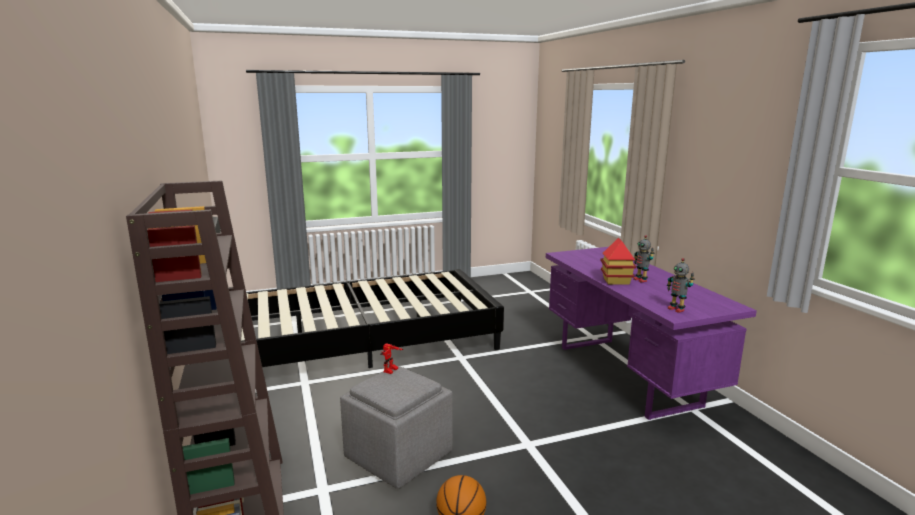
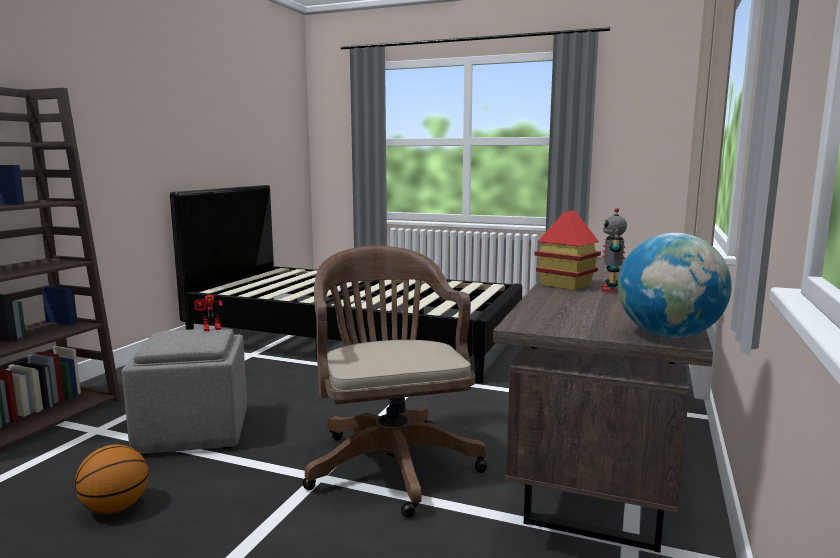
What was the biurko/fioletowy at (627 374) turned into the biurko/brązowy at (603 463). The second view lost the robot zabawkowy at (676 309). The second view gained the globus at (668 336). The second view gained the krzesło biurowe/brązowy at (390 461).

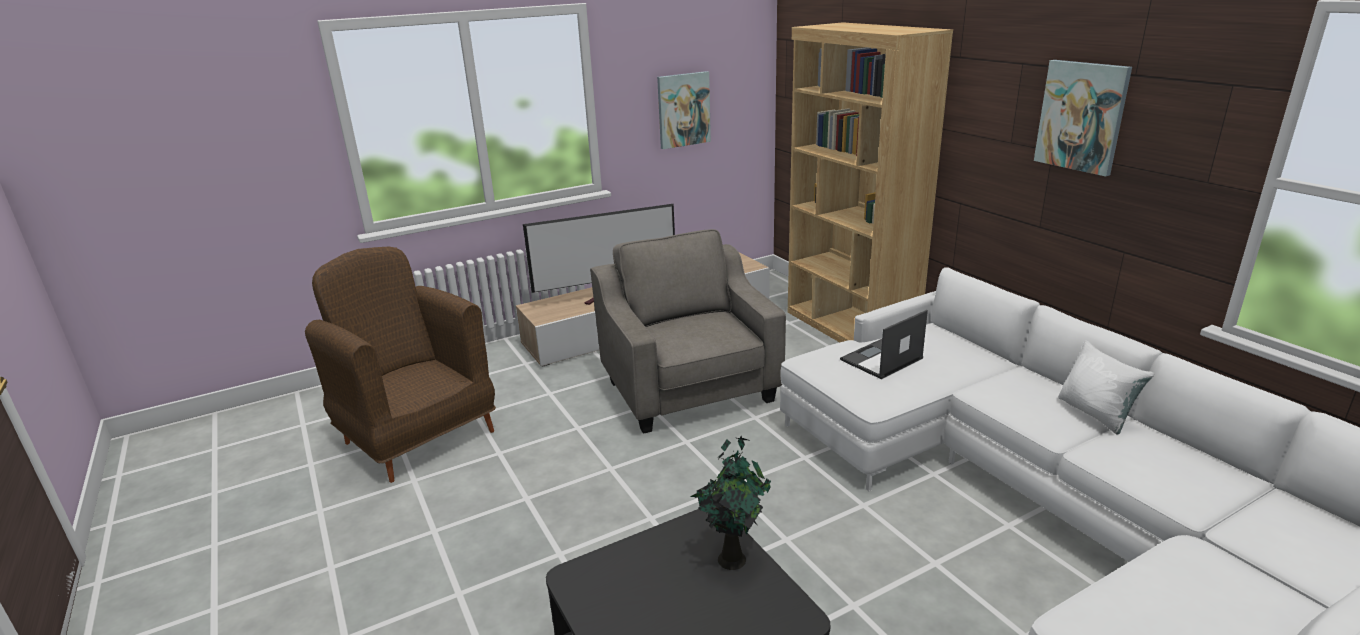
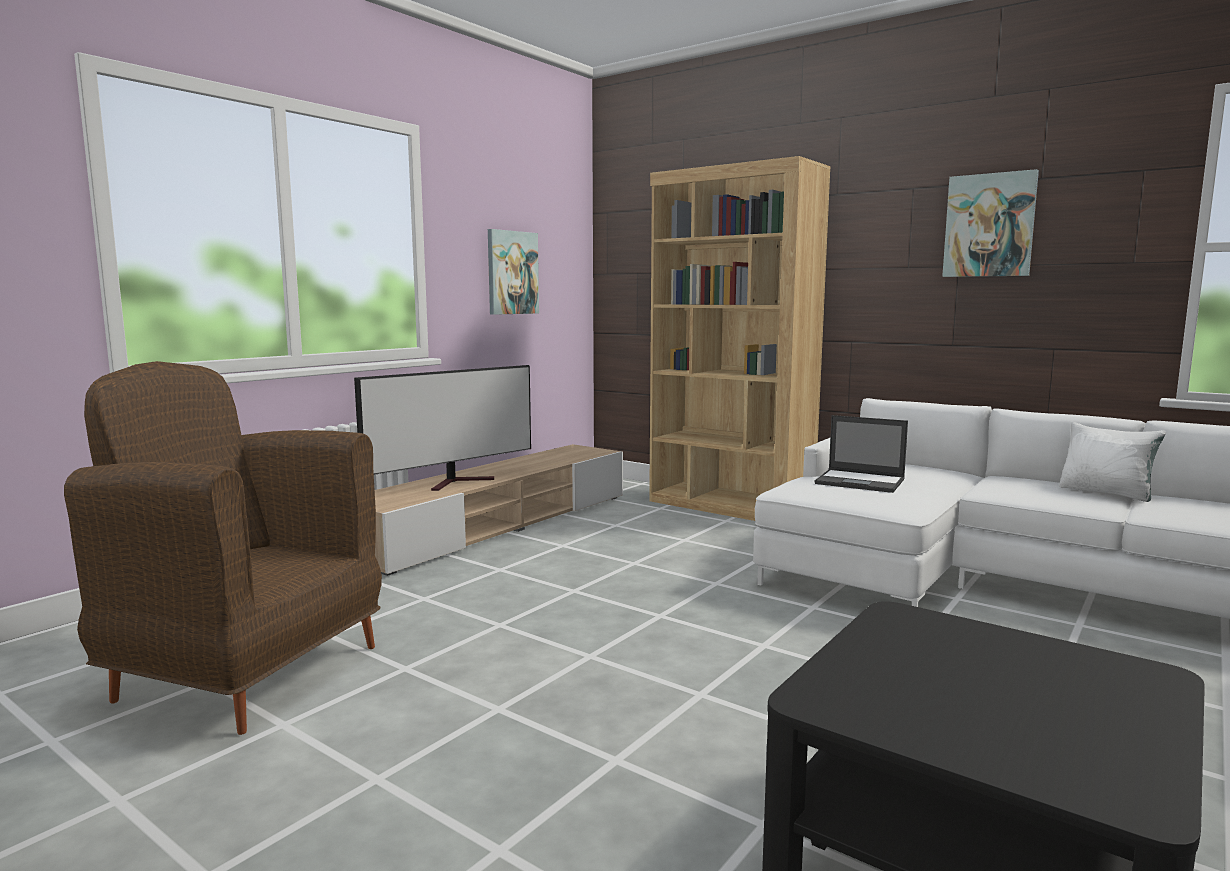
The second view lost the fotel/szary at (690 390). The laptop at (881 359) ended up facing another way, 90 degrees counterclockwise from before. The second view lost the roślina doniczkowa at (732 557).

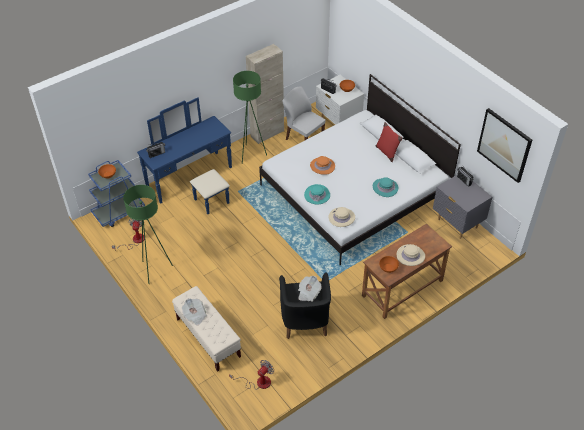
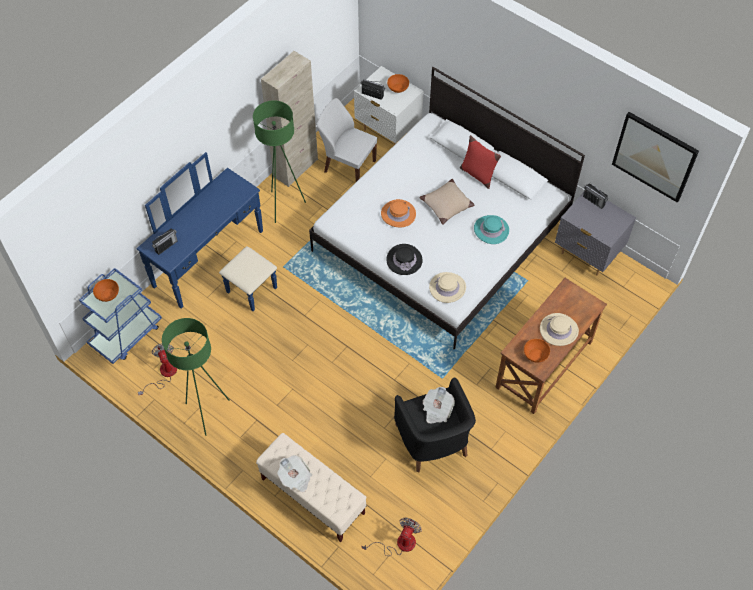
What was the kapelusz/turkusowy at (317 195) turned into the kapelusz/czarny at (404 260). The second view gained the poduszka/beżowy at (447 205).

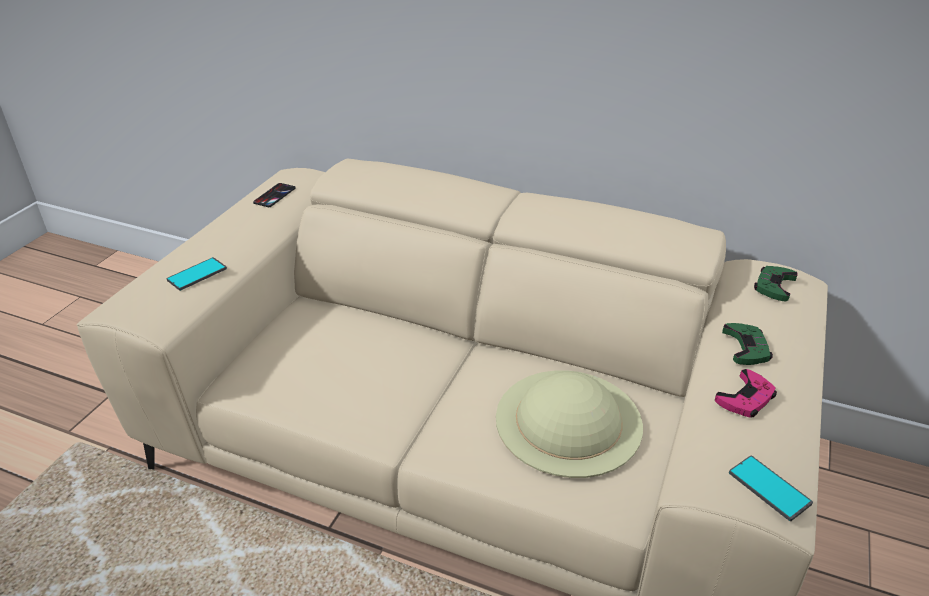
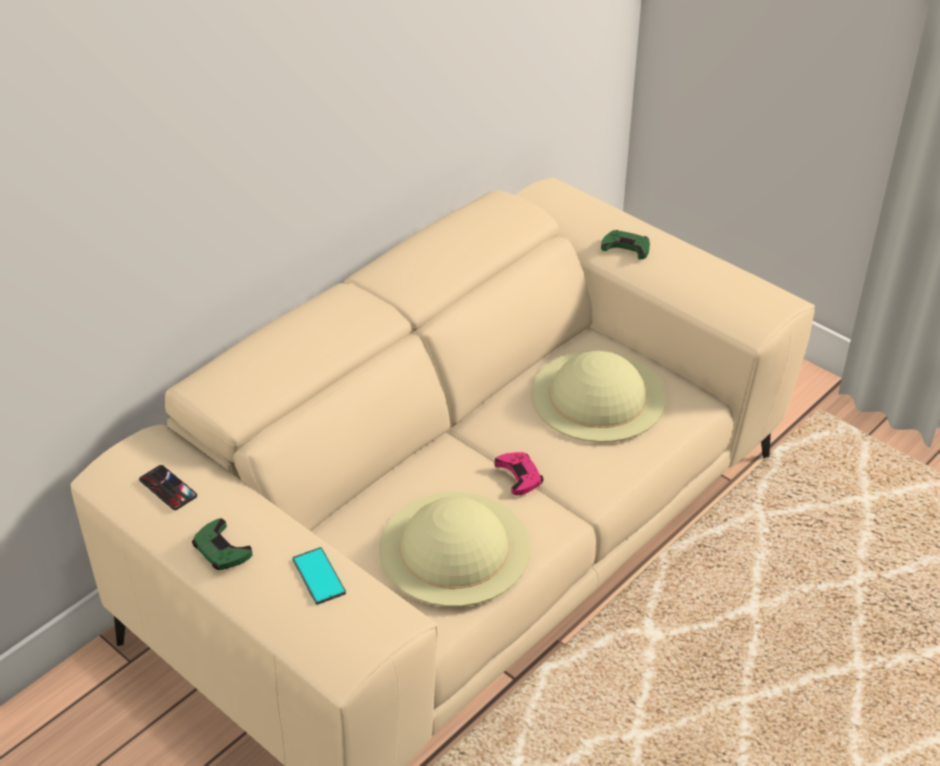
The pad do gier/zielony ended up elsewhere, having gone from (774 286) to (221 550). The pad do gier/różowy ended up elsewhere, having gone from (745 398) to (519 476). The second view lost the telefon at (769 488). The second view gained the kapelusz/beżowy at (454 548).

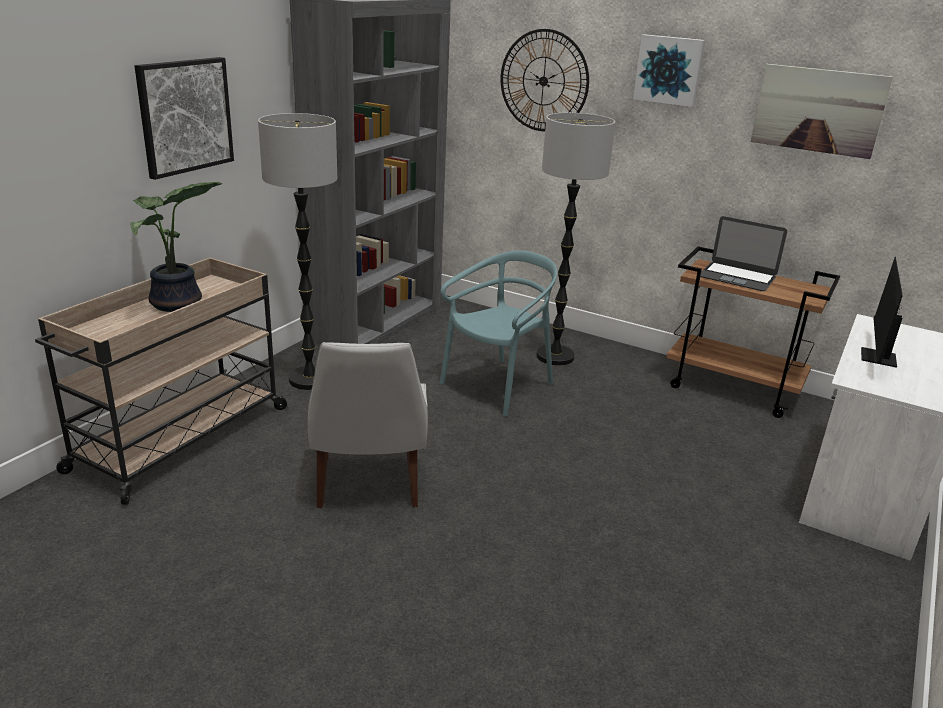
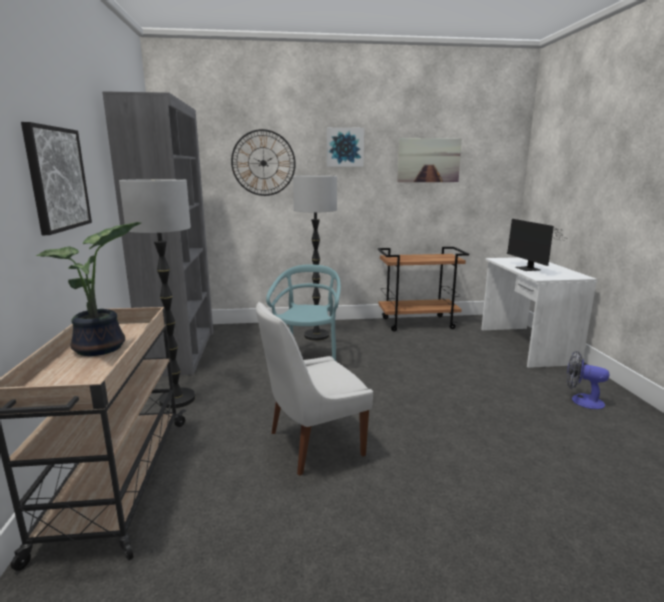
The second view lost the laptop at (737 277). The krzesło/biały at (368 484) ended up facing another way, 105 degrees clockwise from before. The second view gained the wentylator at (581 400).

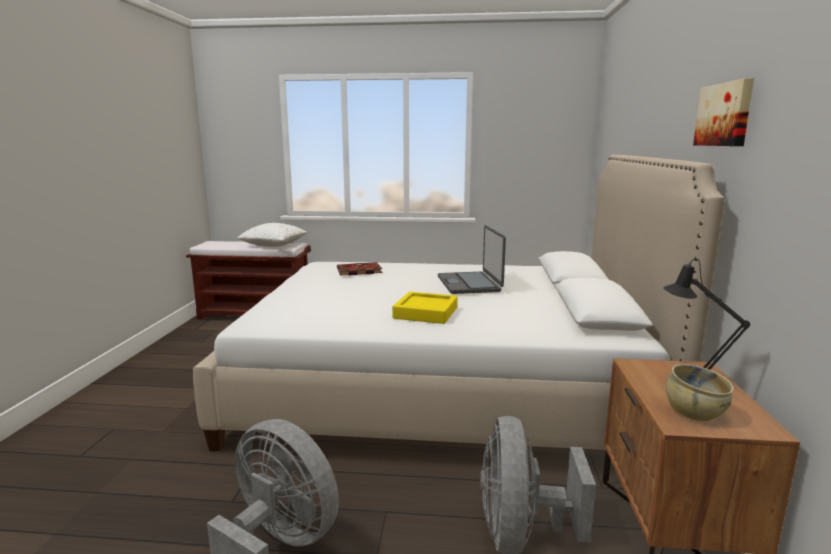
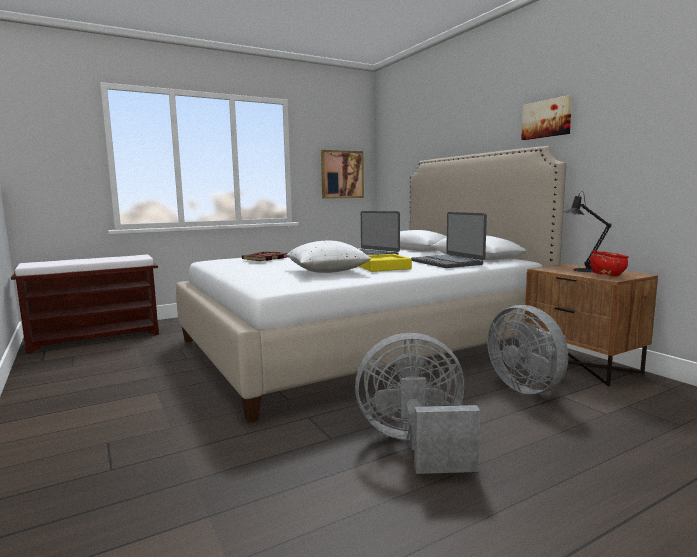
The poduszka/biały ended up elsewhere, having gone from (273 245) to (327 271). What was the miska/beżowy at (694 412) turned into the miska/czerwony at (607 275). The second view gained the obraz at (342 174). The second view gained the laptop at (447 262).

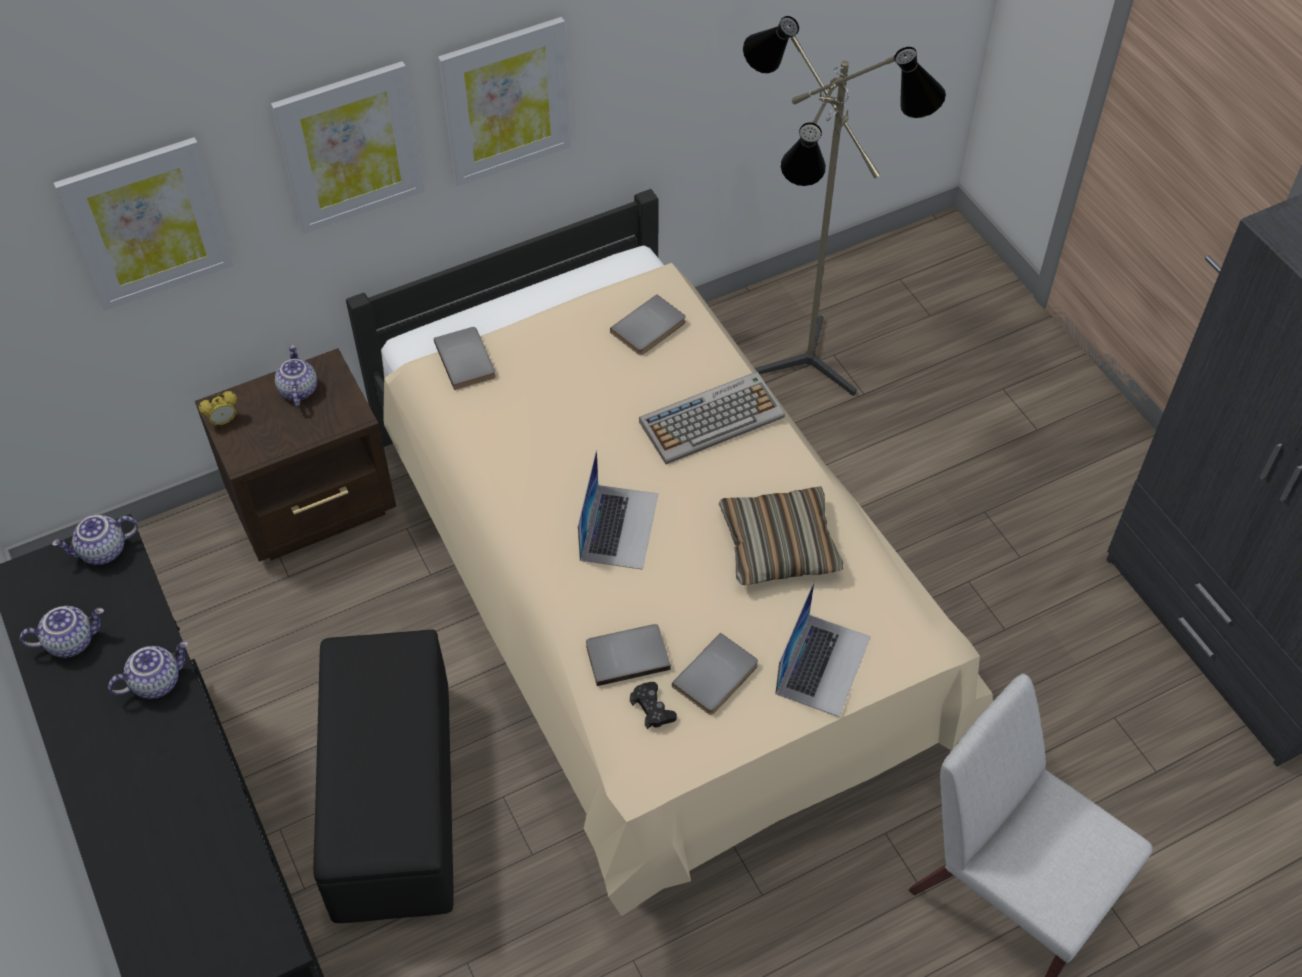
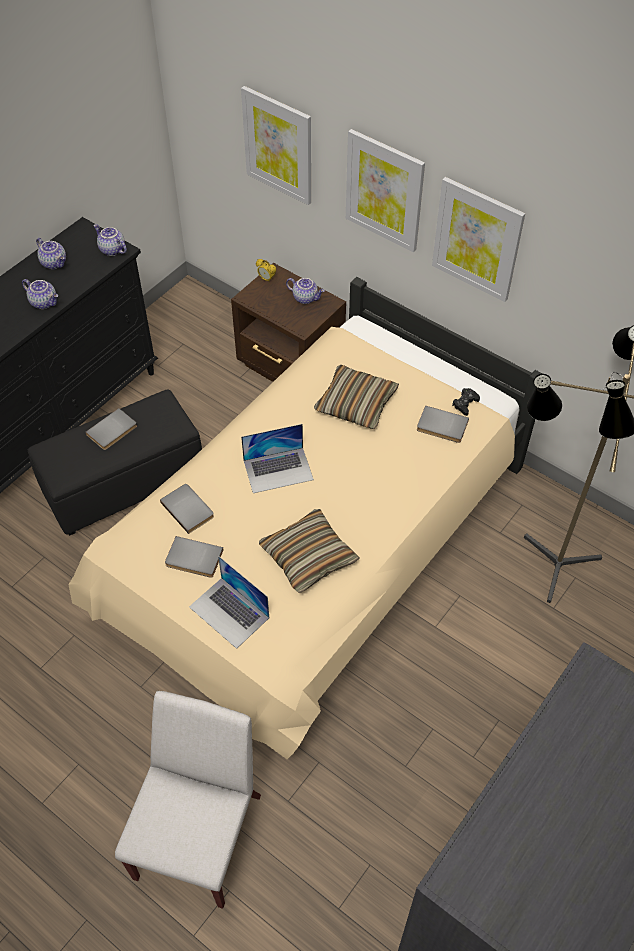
The książka/szary ended up elsewhere, having gone from (467 359) to (113 431). The imbryk at (297 390) ended up facing another way, 60 degrees clockwise from before. The second view lost the klawiatura at (712 418). The laptop at (823 664) ended up facing another way, 45 degrees clockwise from before. The pad do gier/czarny ended up elsewhere, having gone from (652 709) to (465 404). The second view gained the poduszka at (356 404).

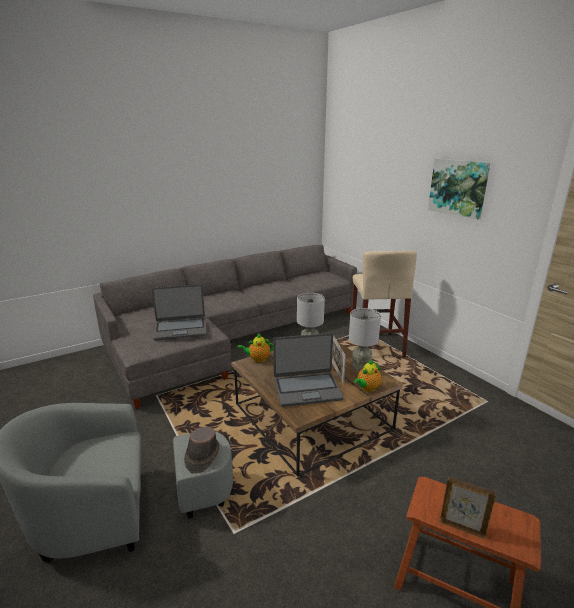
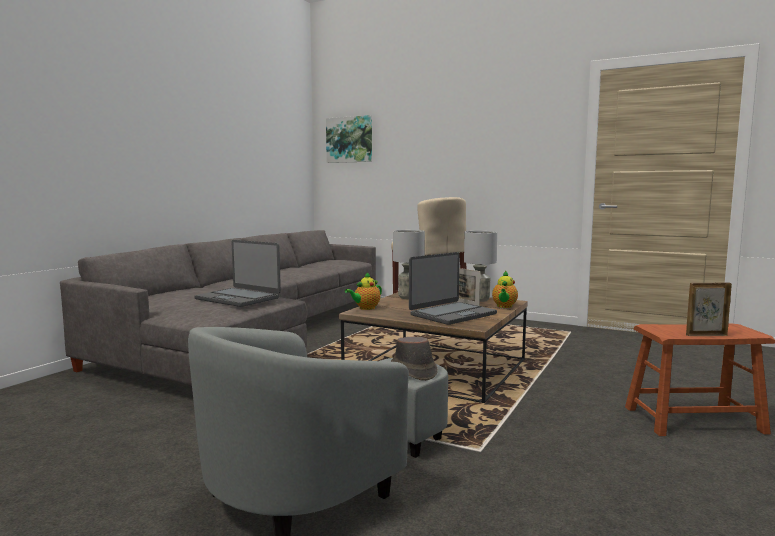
The obraz ended up elsewhere, having gone from (458 187) to (349 139). The laptop at (180 329) ended up facing another way, 75 degrees clockwise from before.

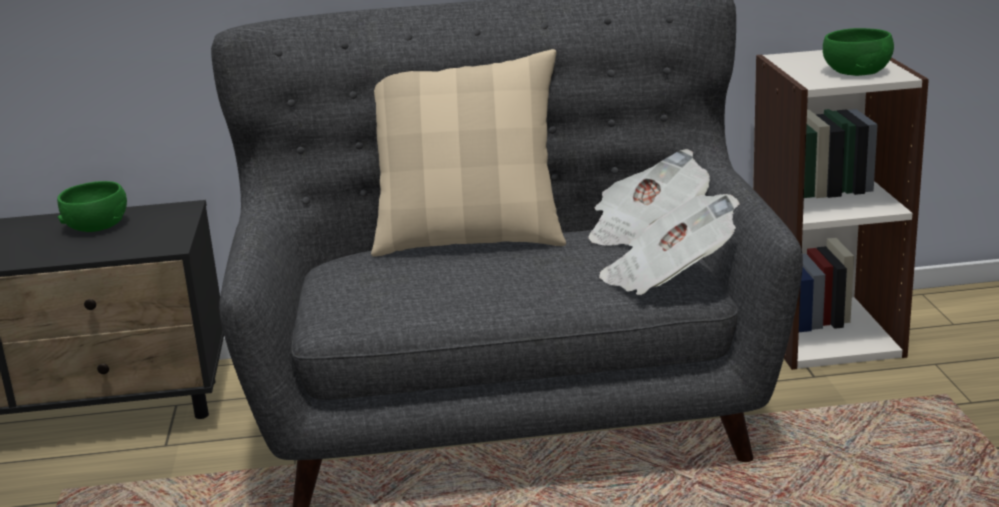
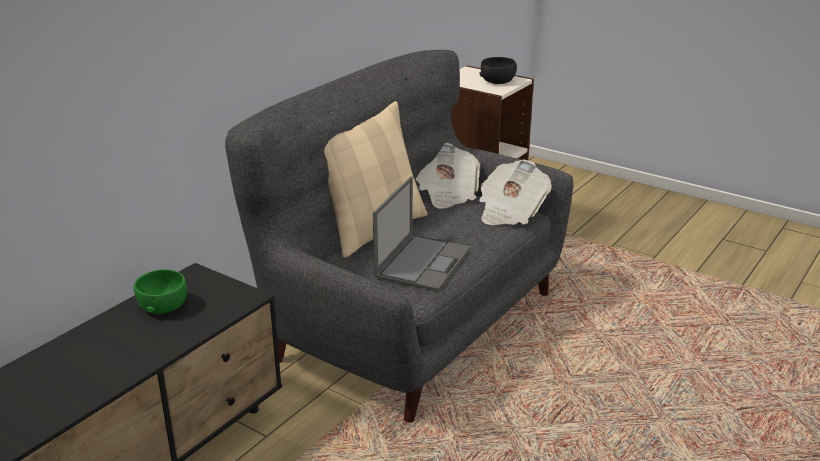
What was the miska/zielony at (857 71) turned into the miska/czarny at (497 81). The second view gained the laptop at (423 262).

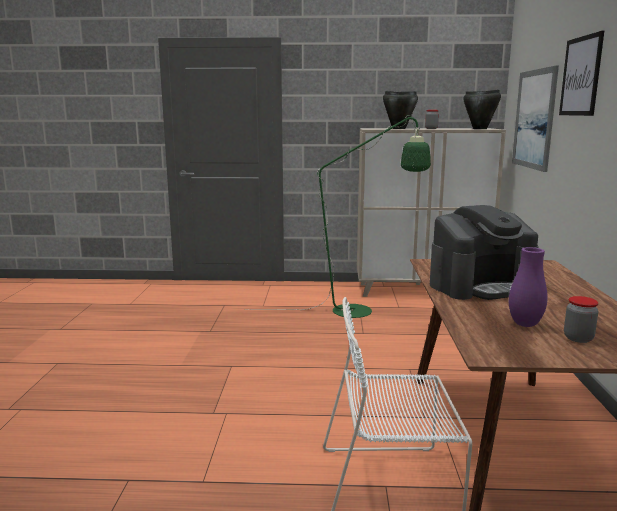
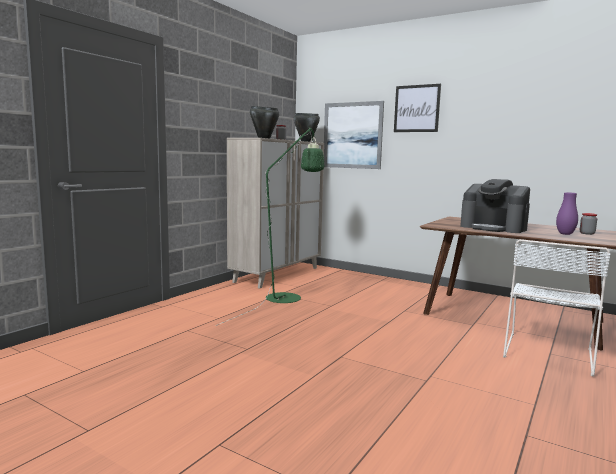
The ekspres do kawy at (480 286) ended up facing another way, 120 degrees clockwise from before.

